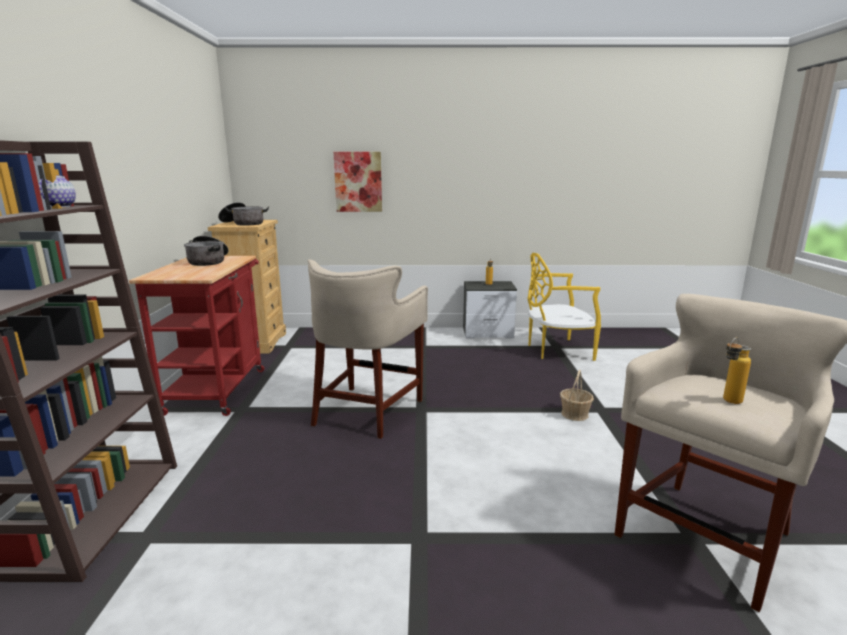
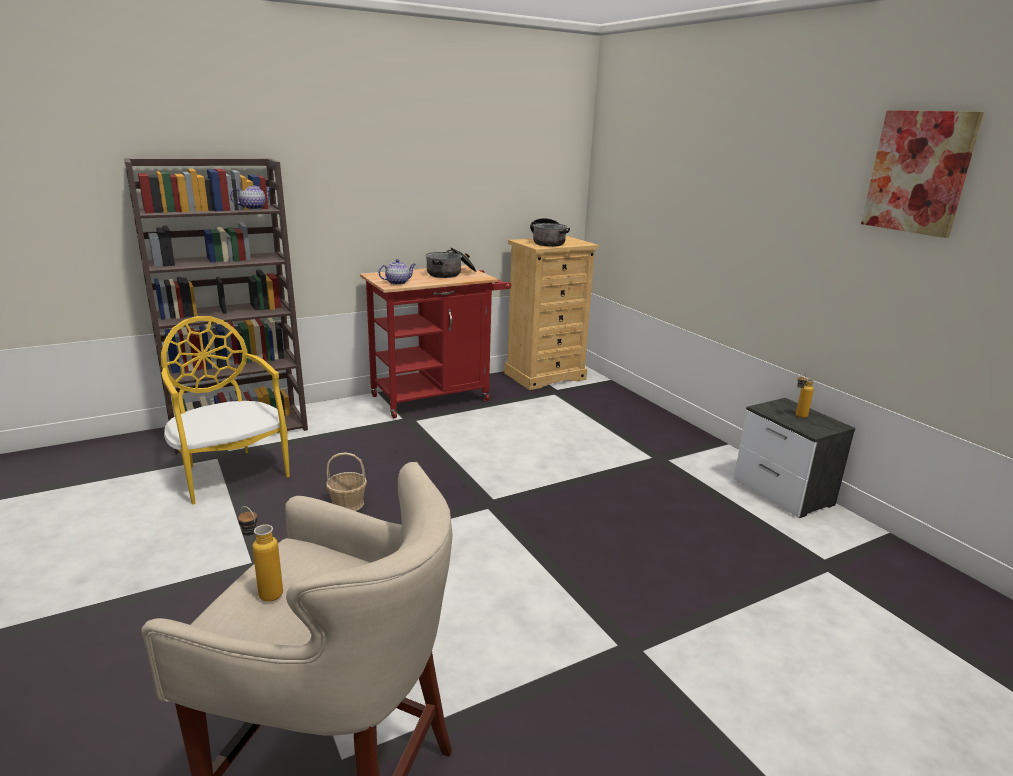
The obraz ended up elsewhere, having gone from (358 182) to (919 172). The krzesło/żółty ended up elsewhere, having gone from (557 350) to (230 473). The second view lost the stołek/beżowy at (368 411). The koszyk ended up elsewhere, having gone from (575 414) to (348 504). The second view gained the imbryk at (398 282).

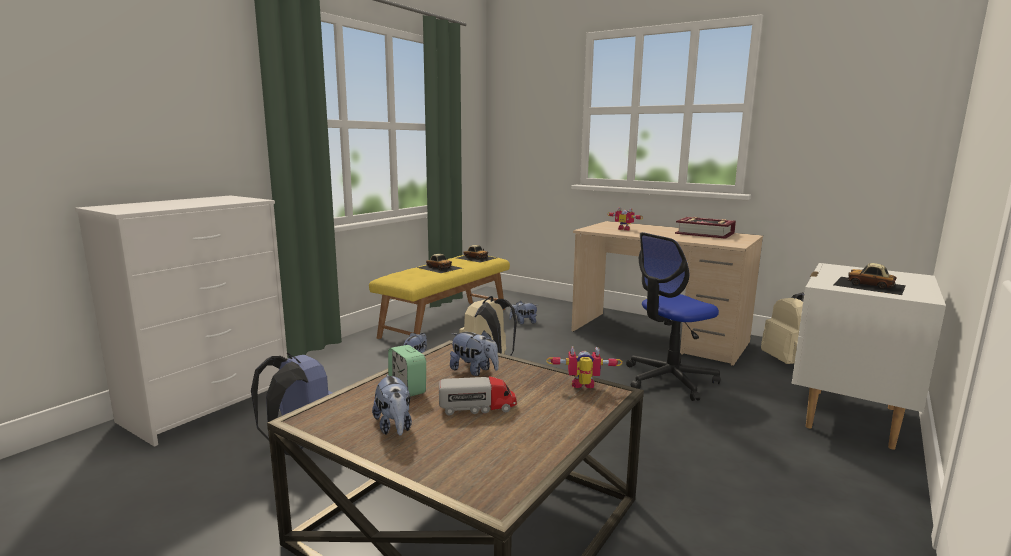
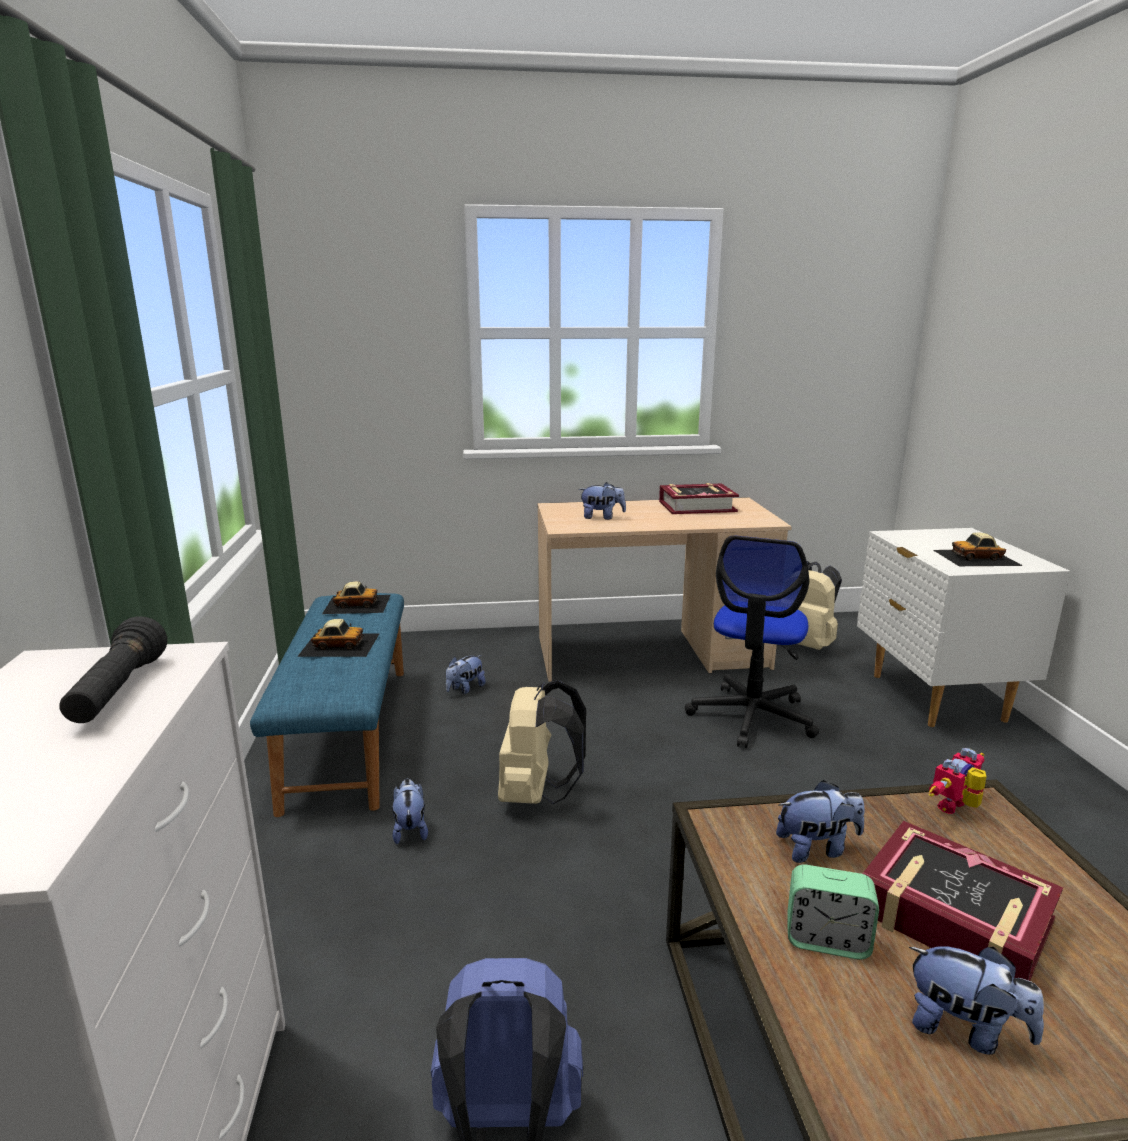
Where the robot zabawkowy stood at (625 229), the pluszak came to stand at (602 517). What was the ławka/żółty at (445 322) turned into the ławka/niebieski at (347 733). Where the ciężarówka zabawkowa stood at (477 407), the książka came to stand at (952 916). The second view gained the latarka/czarny at (119 691).

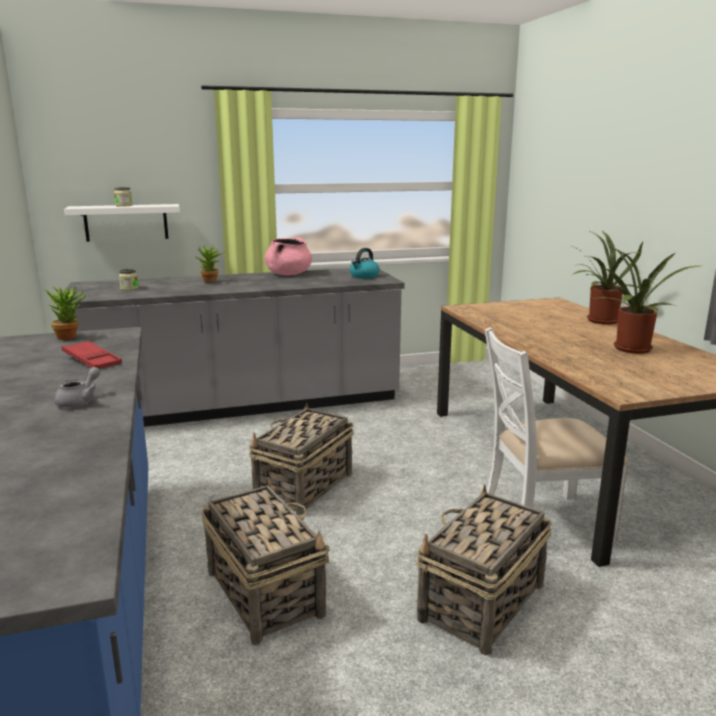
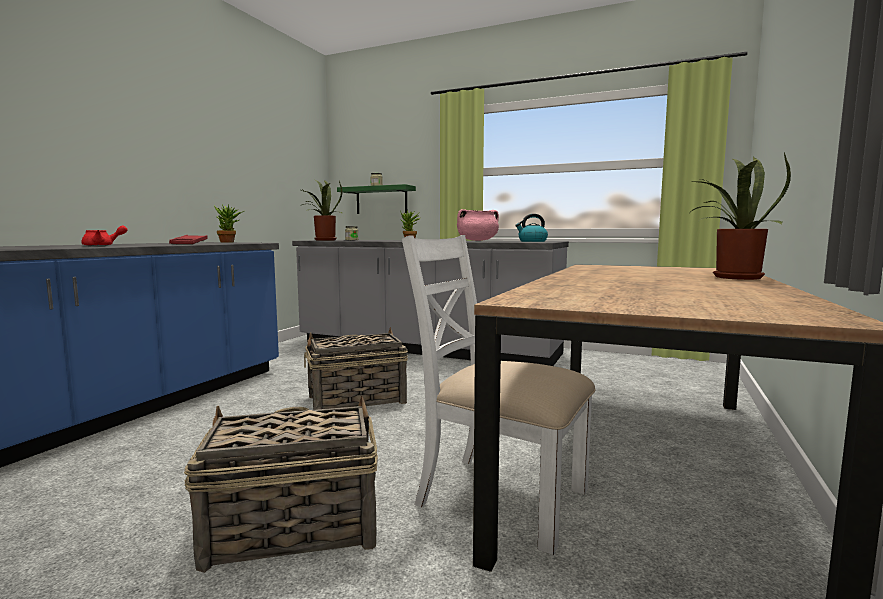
What was the półka/biały at (126 222) turned into the półka/zielony at (381 200). The roślina doniczkowa ended up elsewhere, having gone from (632 350) to (322 240). What was the imbryk/szary at (80 401) turned into the imbryk/czerwony at (103 246). The second view lost the koszyk at (264 592).

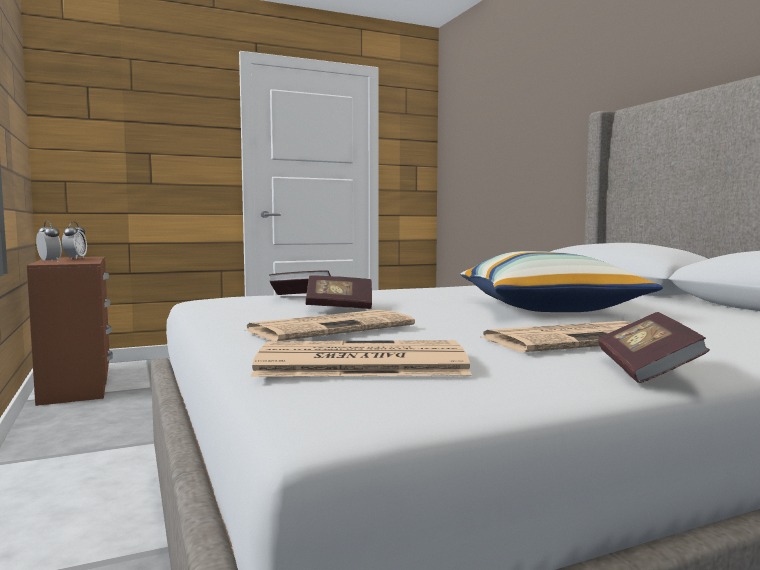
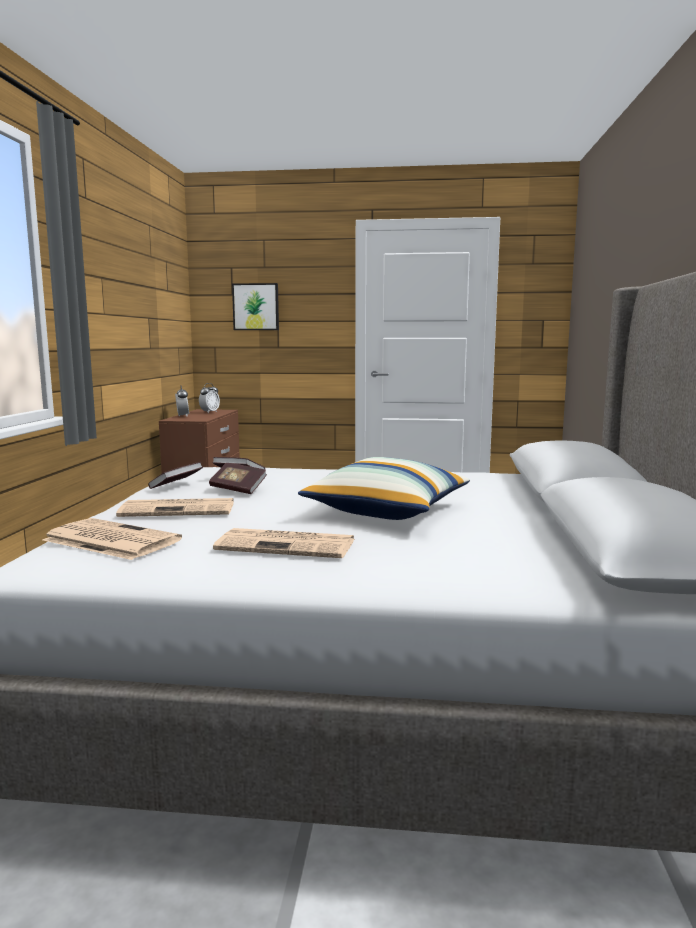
The książka ended up elsewhere, having gone from (647 369) to (176 486). The second view gained the obraz at (256 307).

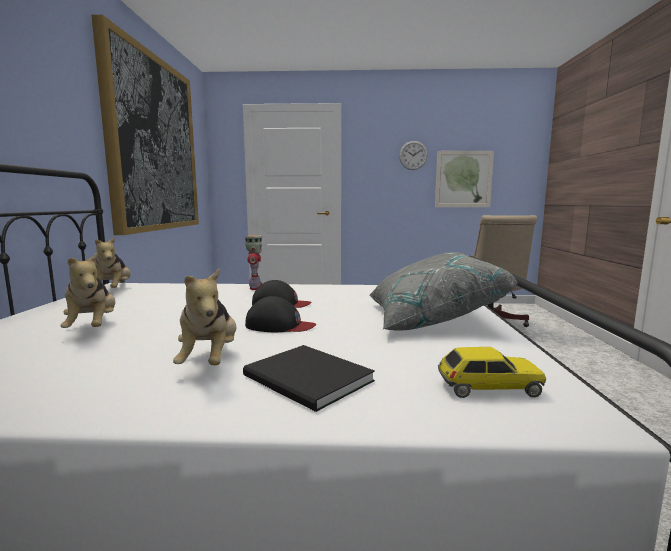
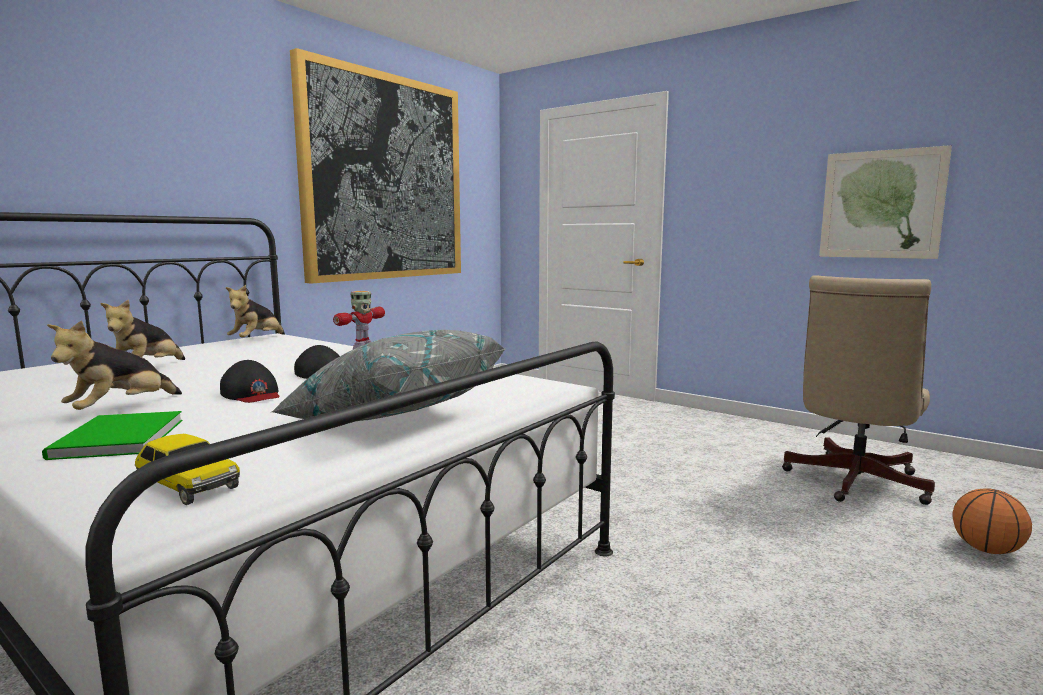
The second view lost the zegar ścienny at (413 155). What was the książka/czarny at (308 380) turned into the książka/zielony at (114 439). The second view gained the piłka do koszykówki at (986 550).

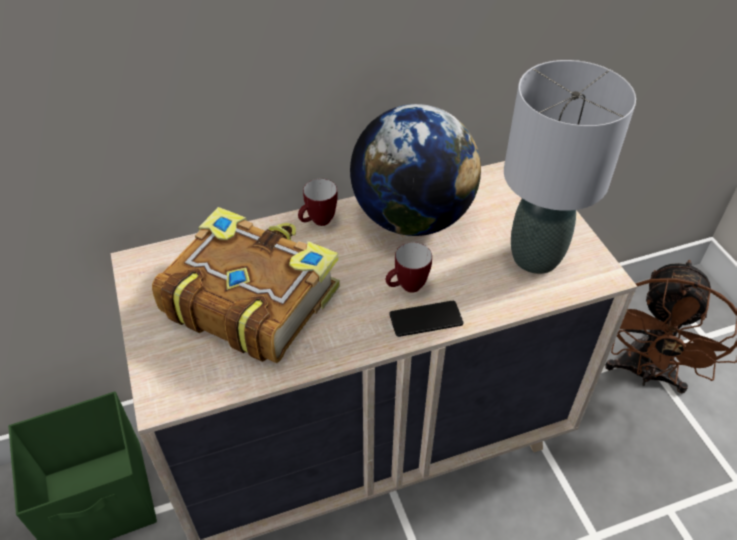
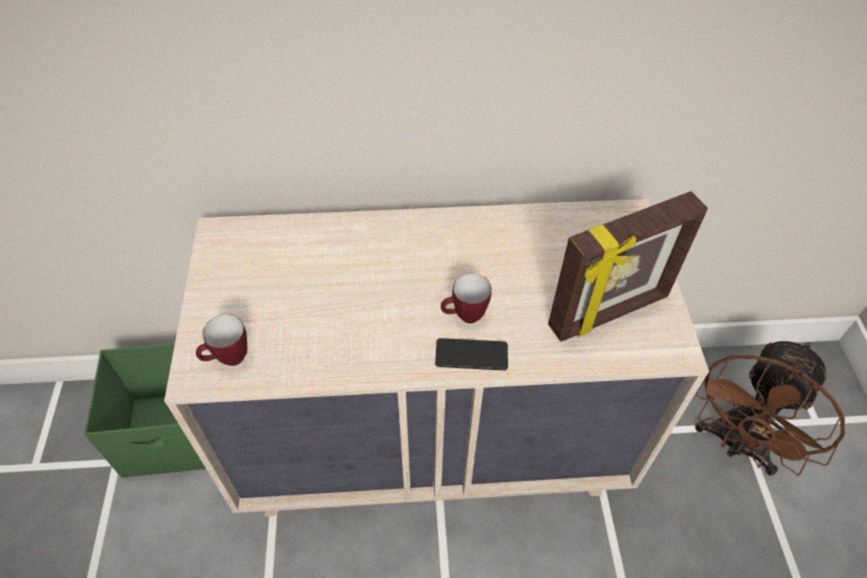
Where the lampa stołowa/szary stood at (535 256), the ramka na zdjęcie came to stand at (609 313). The second view lost the globus at (412 217). The kubek ended up elsewhere, having gone from (318 223) to (228 360). The second view lost the książka at (250 298).

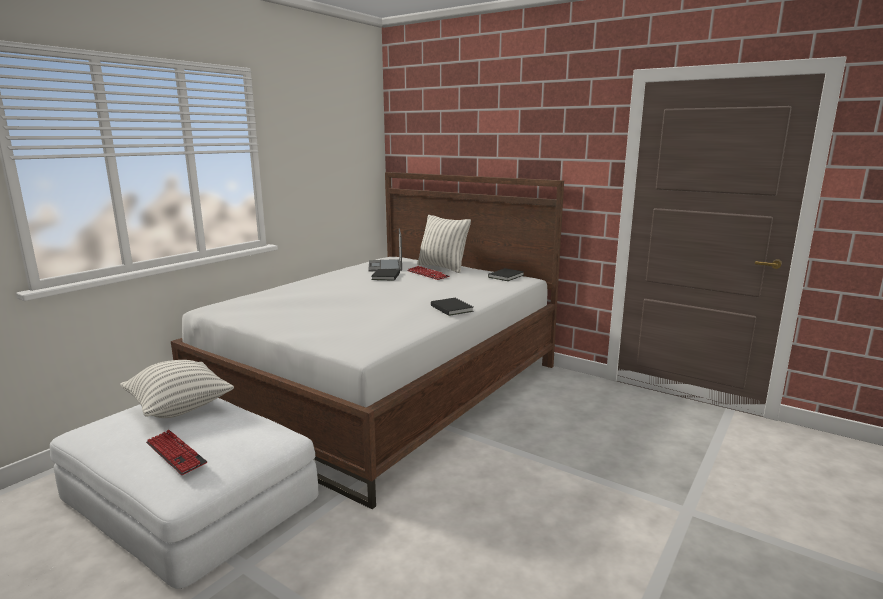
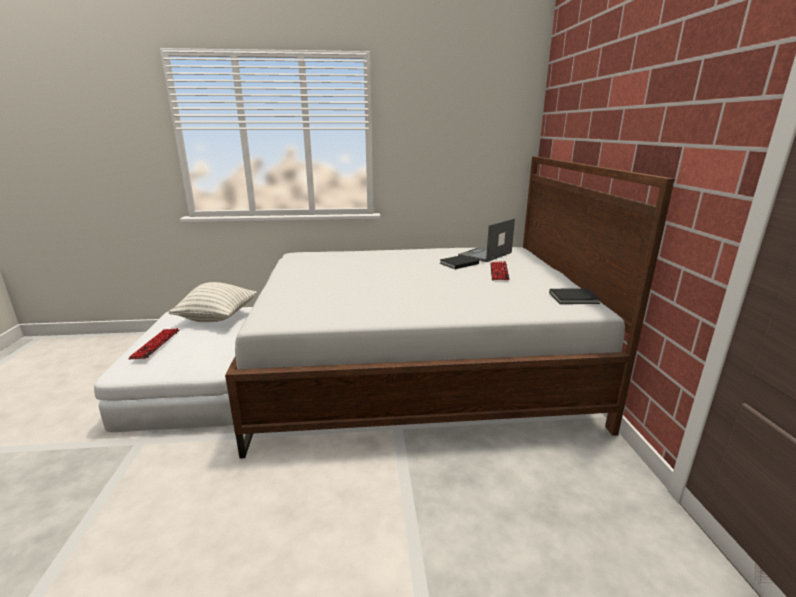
The second view lost the poduszka at (442 267). The second view lost the książka/czarny at (451 308).

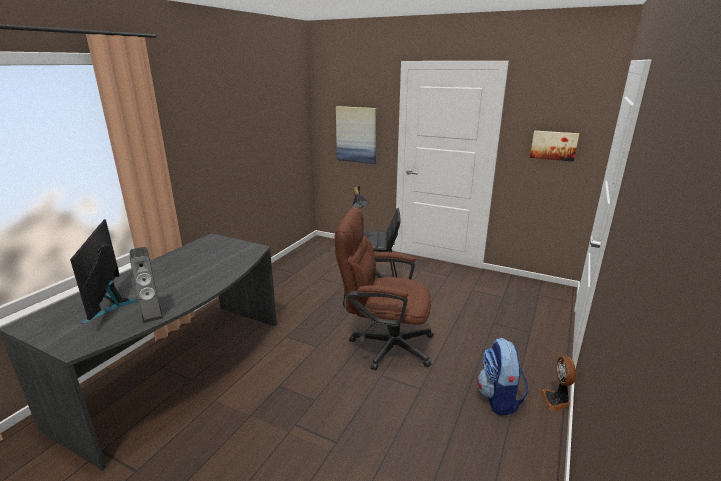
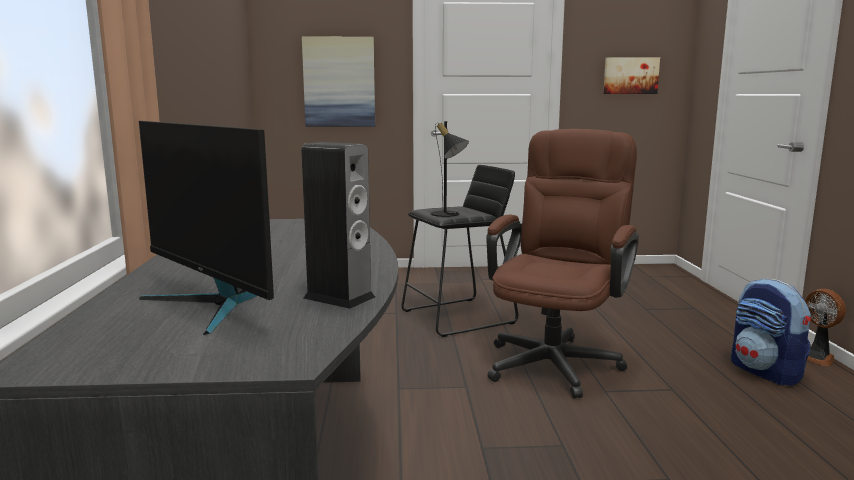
The krzesło biurowe/brązowy at (384 344) ended up facing another way, 135 degrees clockwise from before.

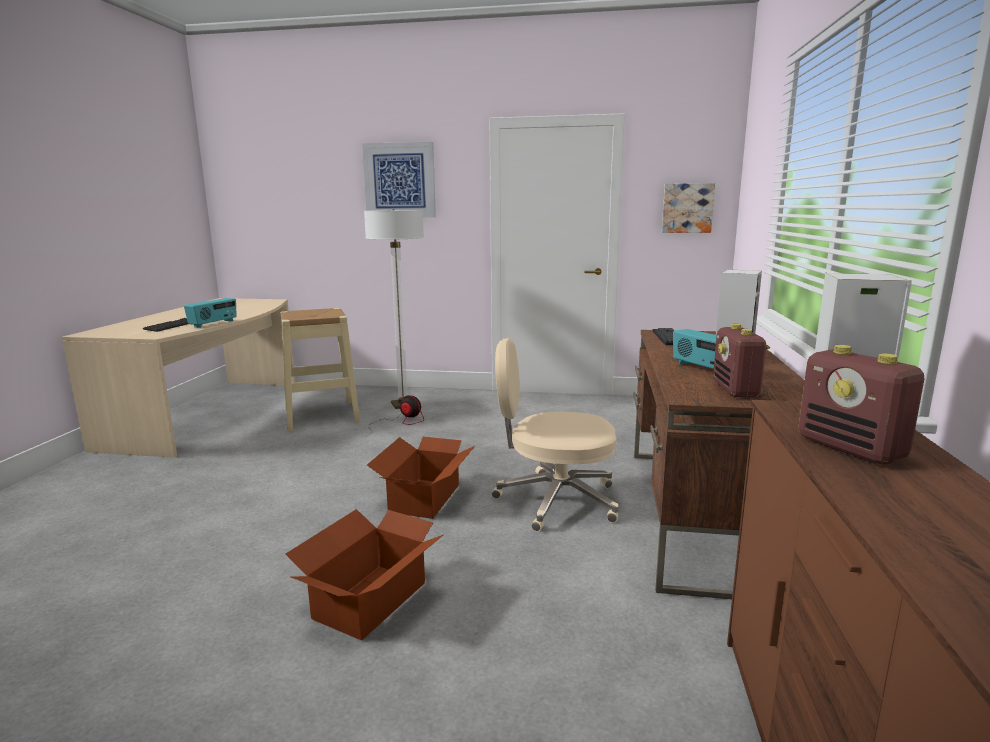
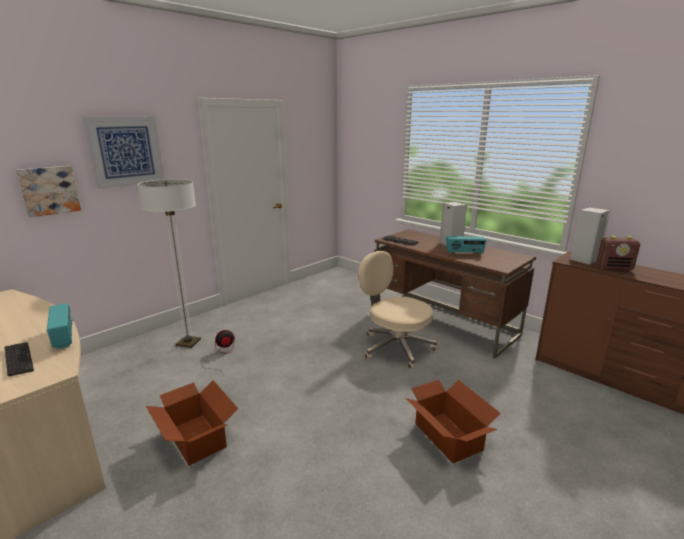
The obraz ended up elsewhere, having gone from (687 208) to (49 190). The second view lost the stołek/beżowy at (321 415). The second view lost the radio at (736 390). The krzesło biurowe/beżowy at (554 500) ended up facing another way, 90 degrees clockwise from before. The karton ended up elsewhere, having gone from (426 498) to (197 438).

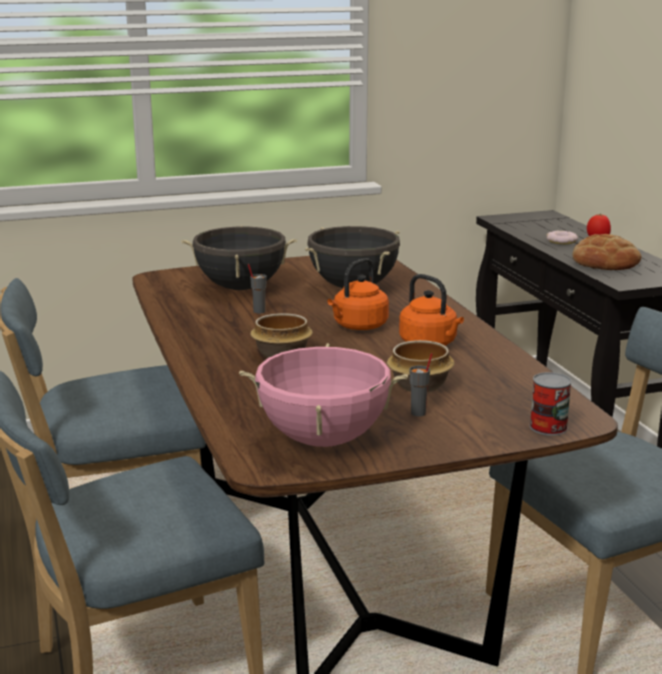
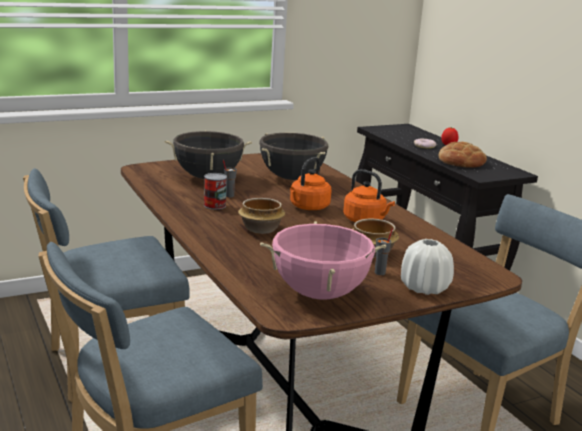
The puszka ended up elsewhere, having gone from (548 427) to (214 205). The second view gained the wazon/biały at (424 288).

